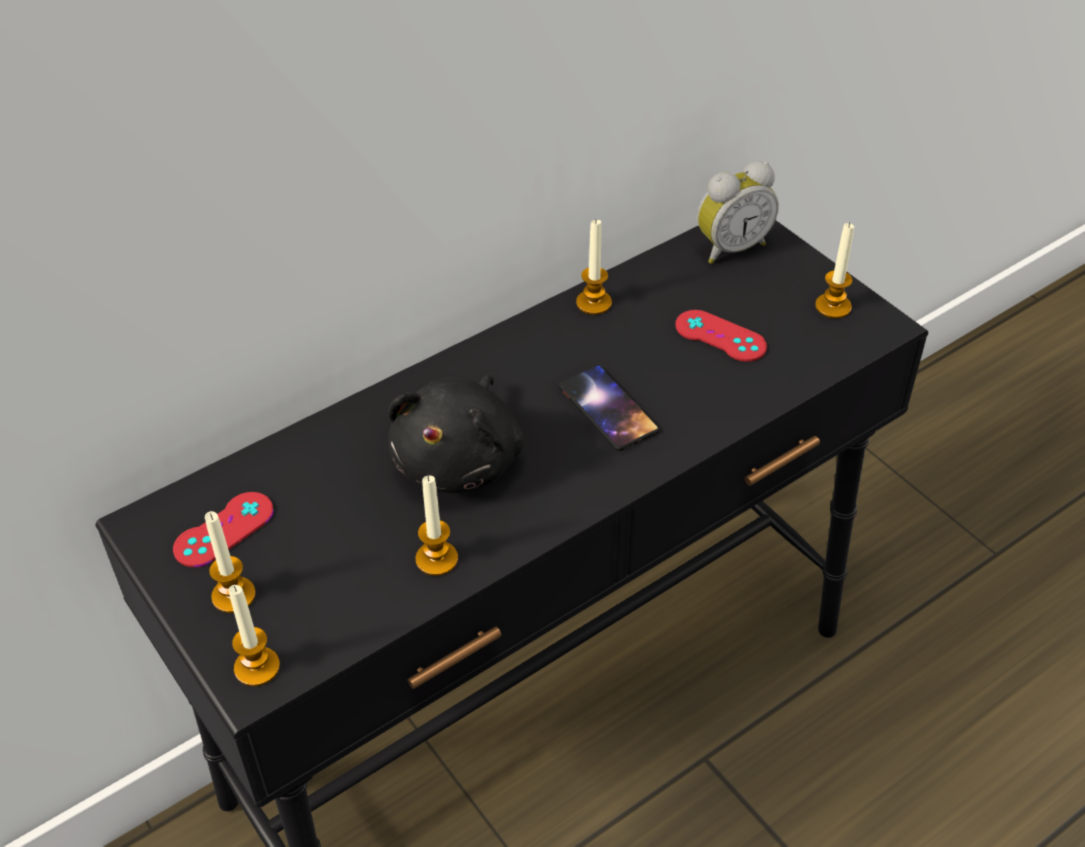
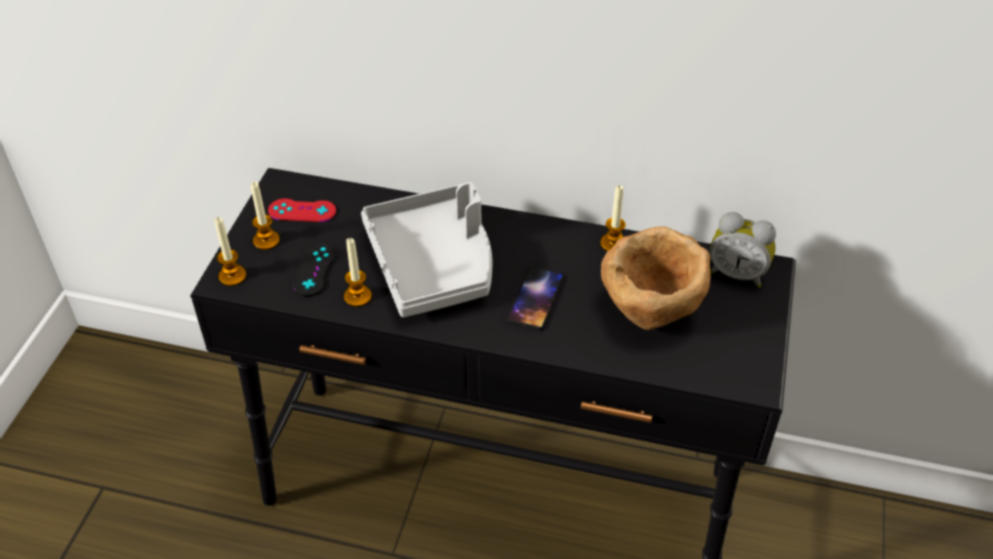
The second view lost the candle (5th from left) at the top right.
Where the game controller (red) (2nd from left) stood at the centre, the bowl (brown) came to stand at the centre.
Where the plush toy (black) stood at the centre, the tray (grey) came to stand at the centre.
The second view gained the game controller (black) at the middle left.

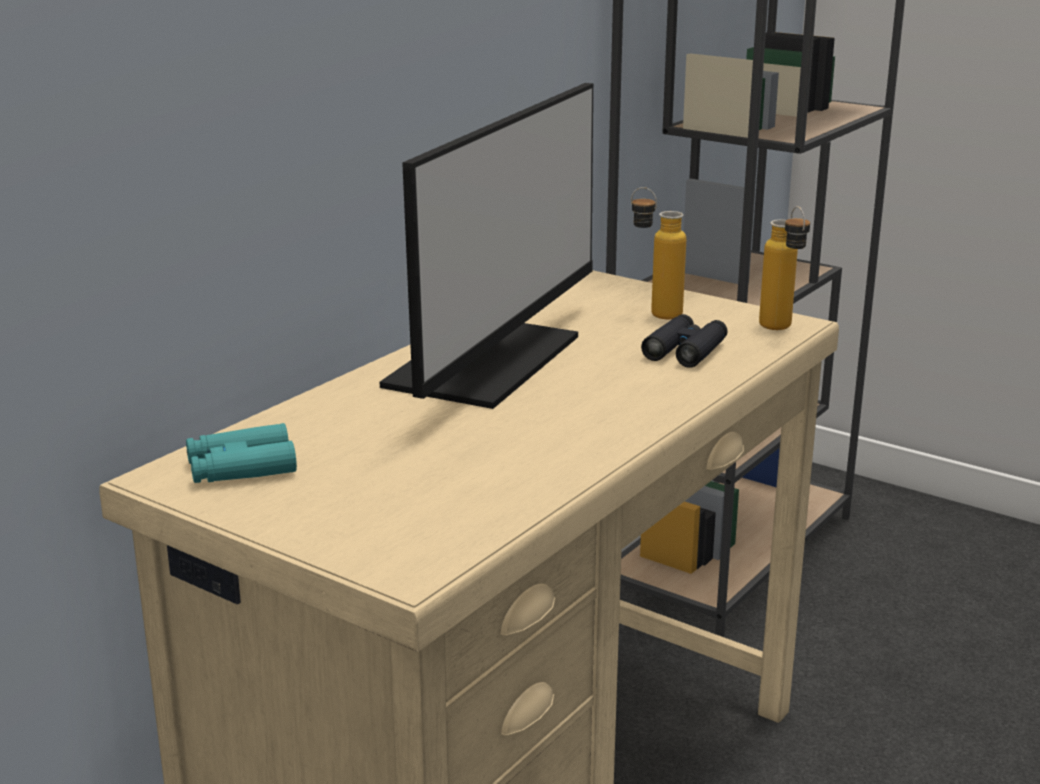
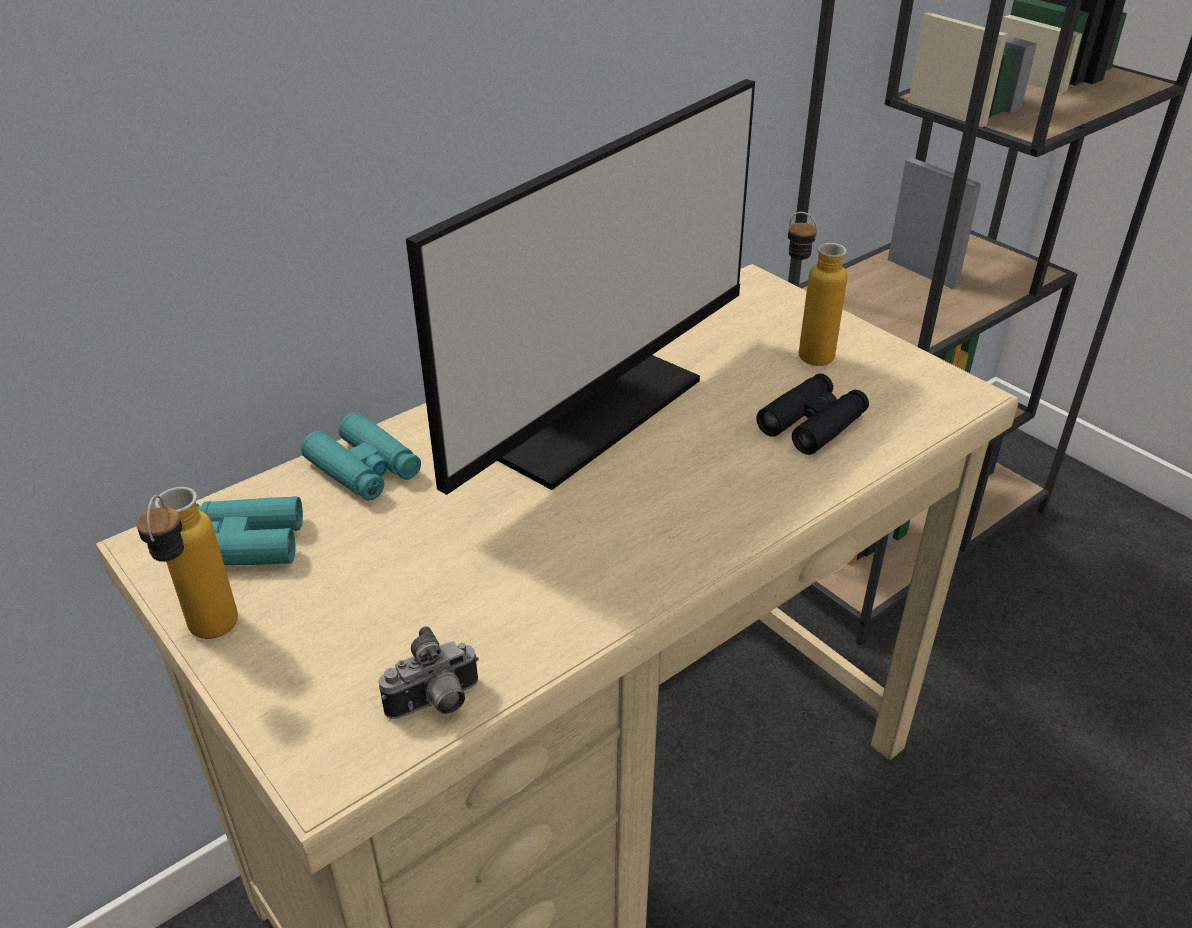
The bottle (2nd from left in the first image) ended up elsewhere, having gone from the middle right to the middle left.
The second view gained the binoculars (turquoise) (2nd from left) at the middle left.
The second view gained the photo camera at the bottom centre.

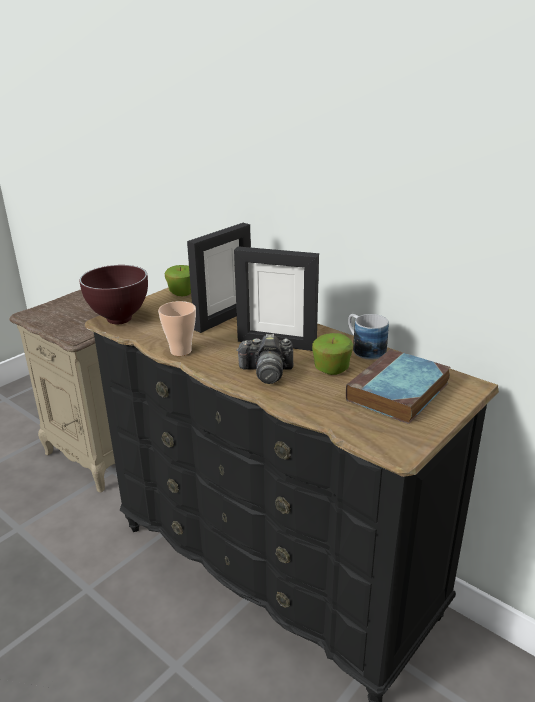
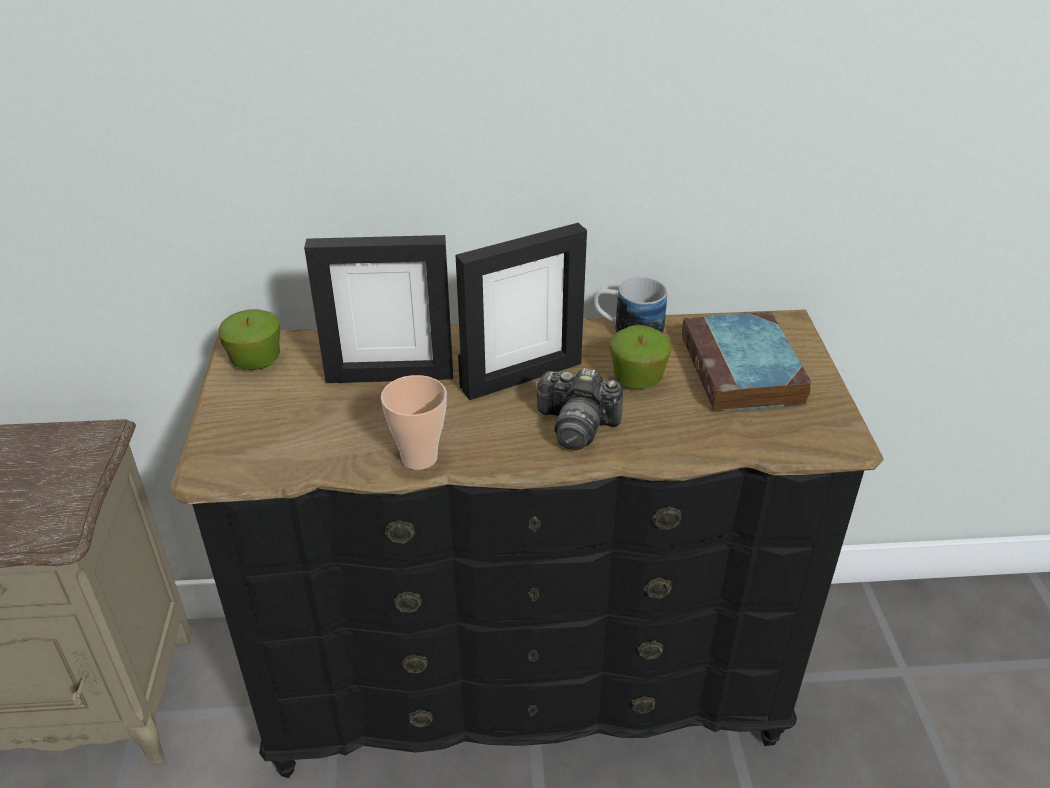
The picture frame (1st from left) at the centre ended up facing another way, 90 degrees clockwise from before.
The second view lost the bowl (brown) at the middle left.
The photo camera at the centre ended up facing another way, 60 degrees clockwise from before.

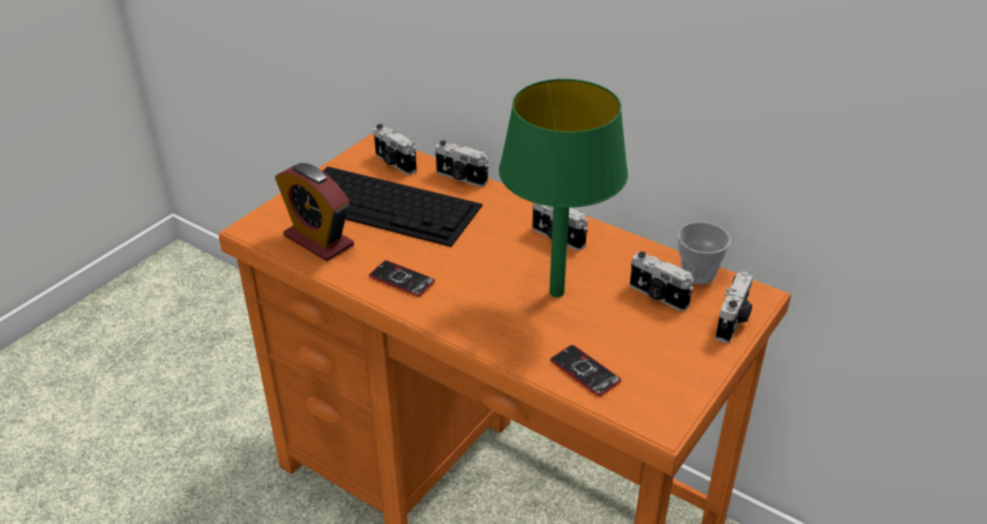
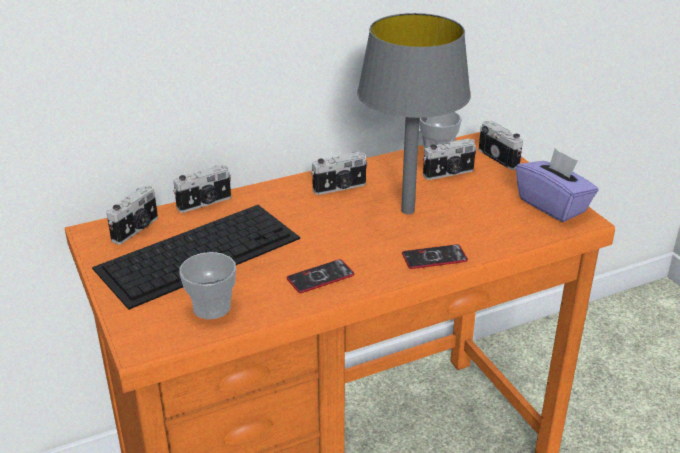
What was the table lamp (green) at the centre turned into the table lamp (grey) at the top centre.
The photo camera (1st from left) at the top centre ended up facing another way, 45 degrees counterclockwise from before.
Where the alarm clock stood at the middle left, the cup (1st from left) came to stand at the middle left.
The phone (2nd from left) ended up elsewhere, having gone from the bottom centre to the centre.
The second view gained the tissue box (purple) at the middle right.

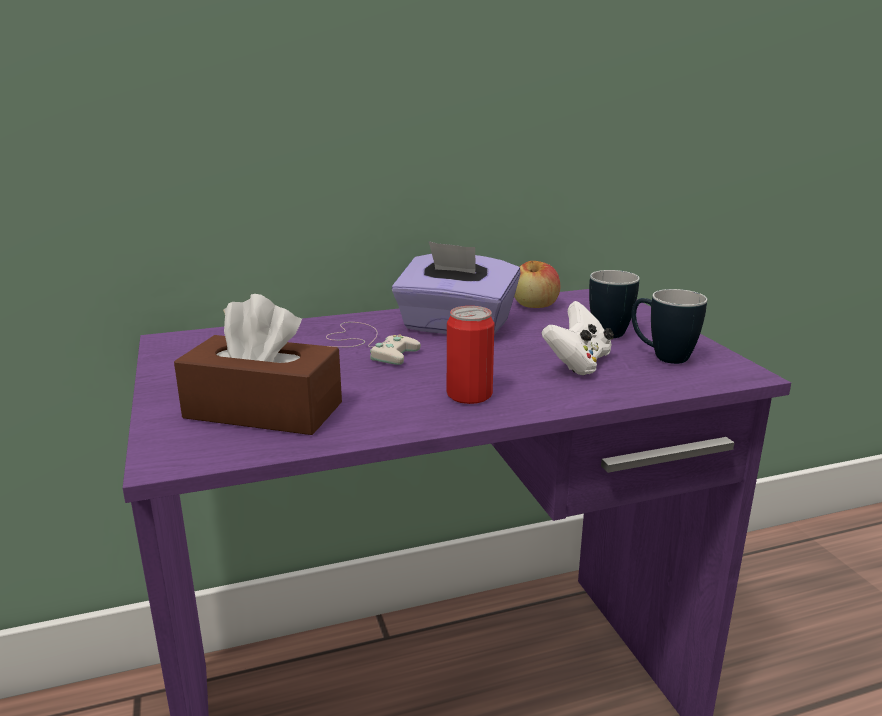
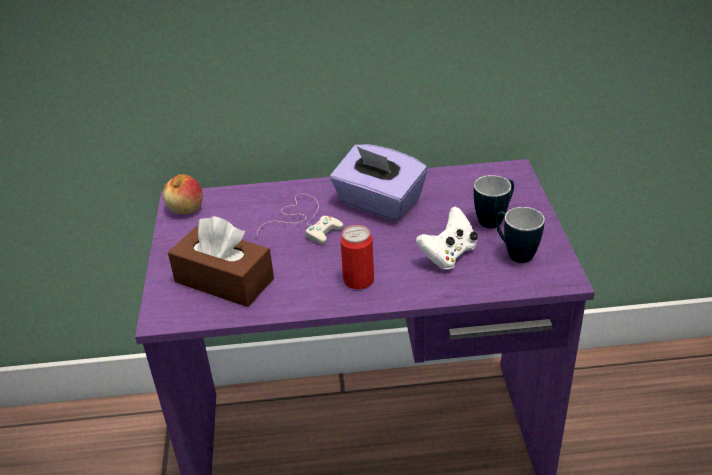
The apple ended up elsewhere, having gone from the centre to the middle left.

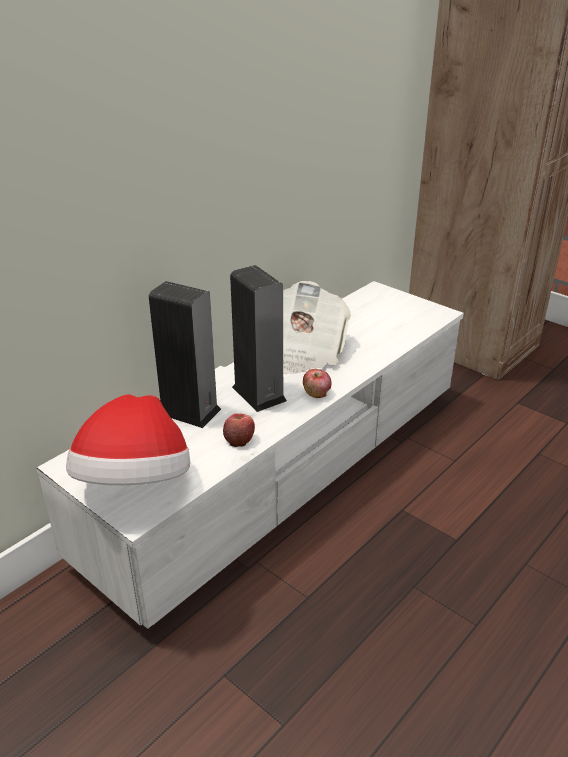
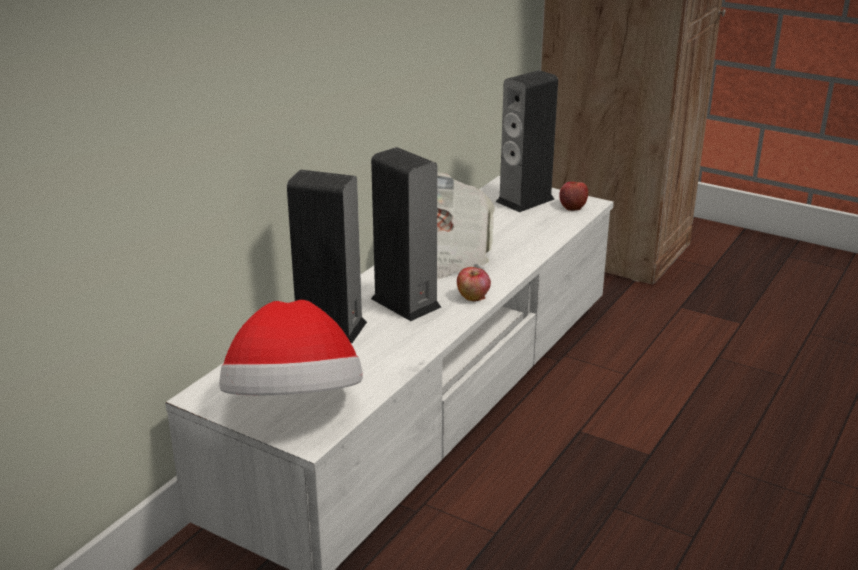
The apple (1st from left in the first image) ended up elsewhere, having gone from the centre to the middle right.
The second view gained the speaker (3rd from left) at the top centre.

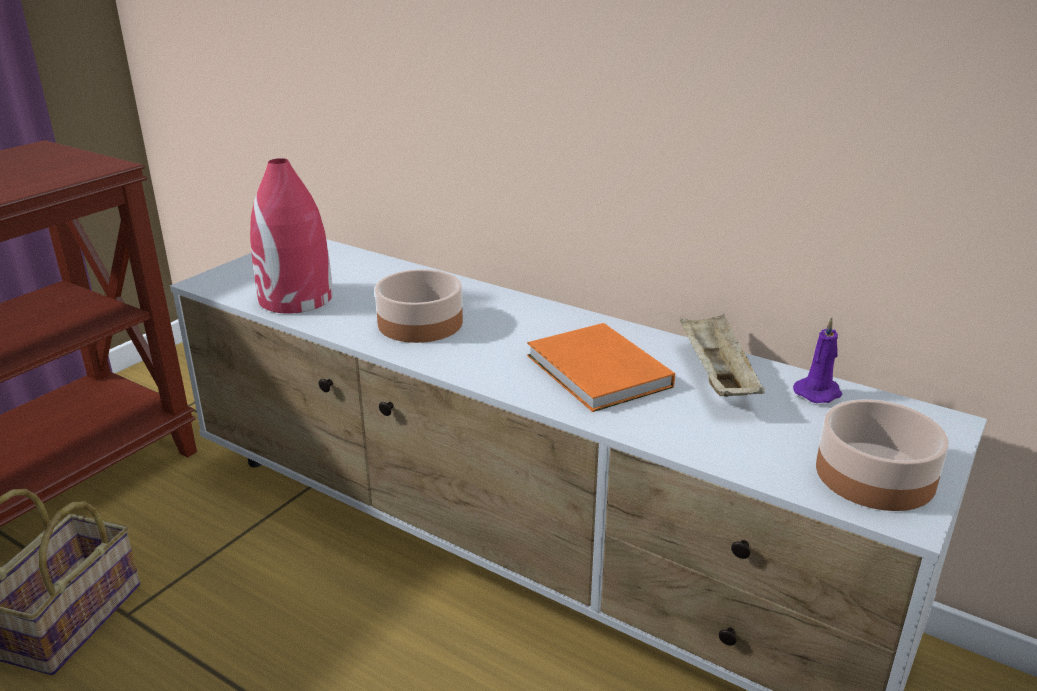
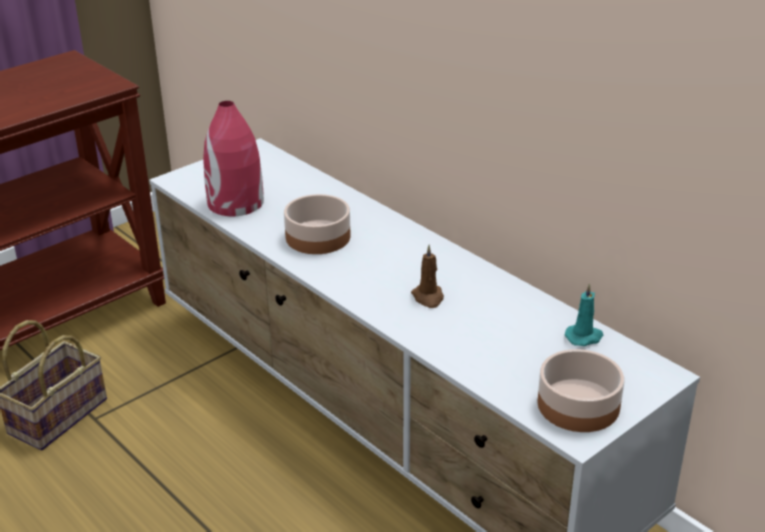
The second view lost the tray (beige) at the middle right.
What was the candle (purple) at the middle right turned into the candle (turquoise) at the middle right.
Where the book (orange) stood at the centre, the candle (brown) came to stand at the centre.

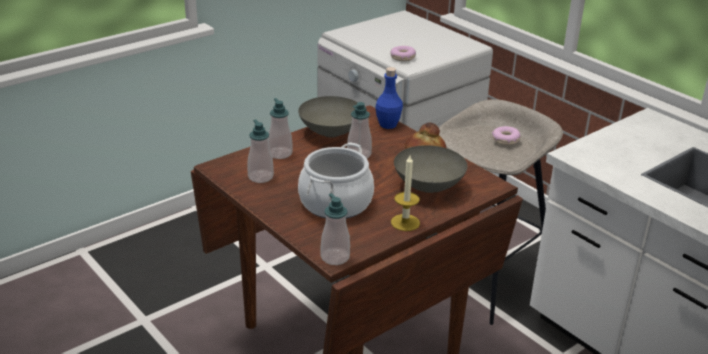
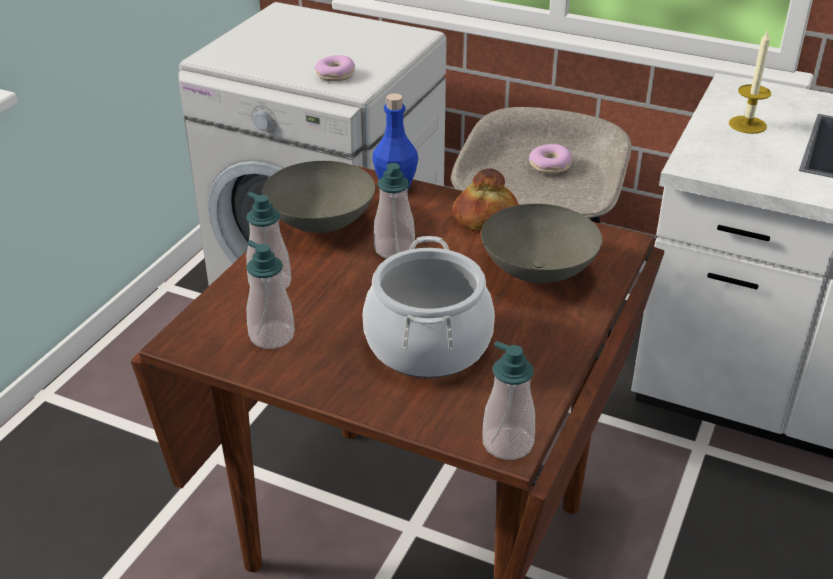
The candle ended up elsewhere, having gone from the centre to the top right.

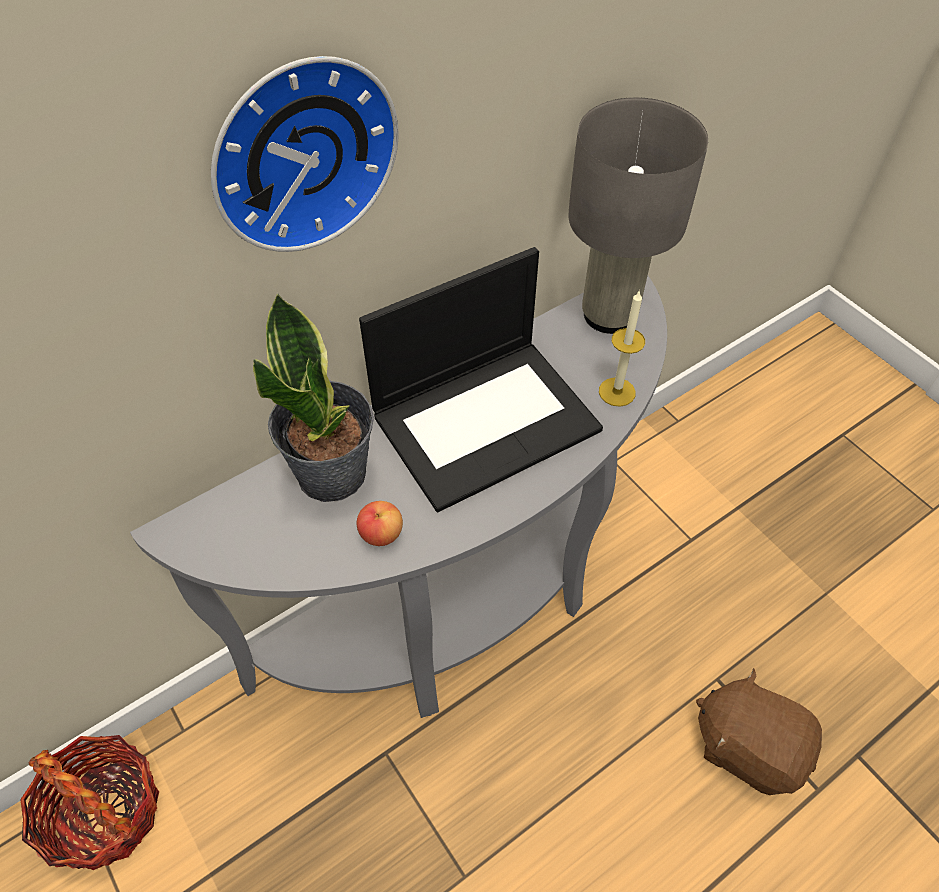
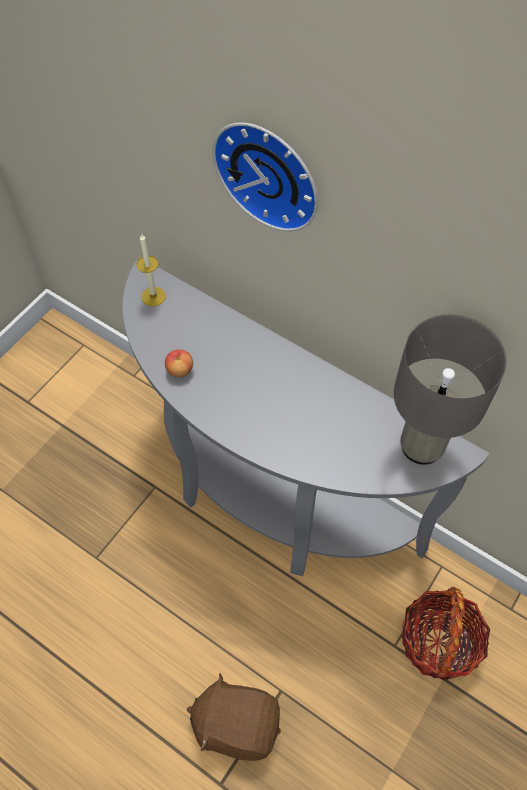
The second view lost the laptop at the centre.
The candle ended up elsewhere, having gone from the centre to the middle left.
The second view lost the potted plant at the centre.
The plush toy (brown) at the bottom right ended up facing another way, 90 degrees counterclockwise from before.
The basket ended up elsewhere, having gone from the bottom left to the bottom right.

